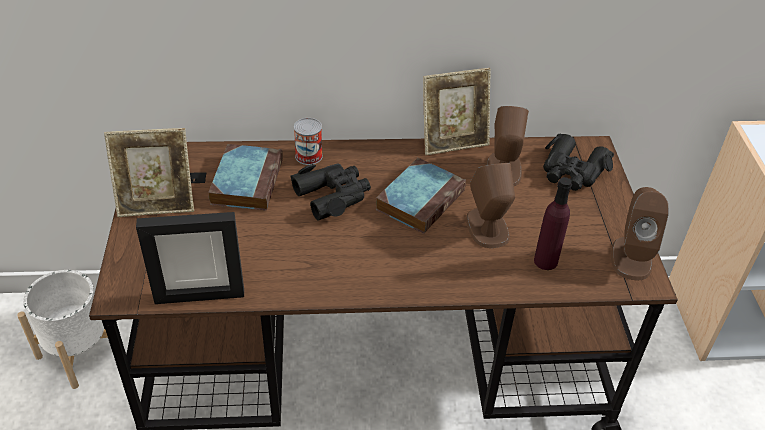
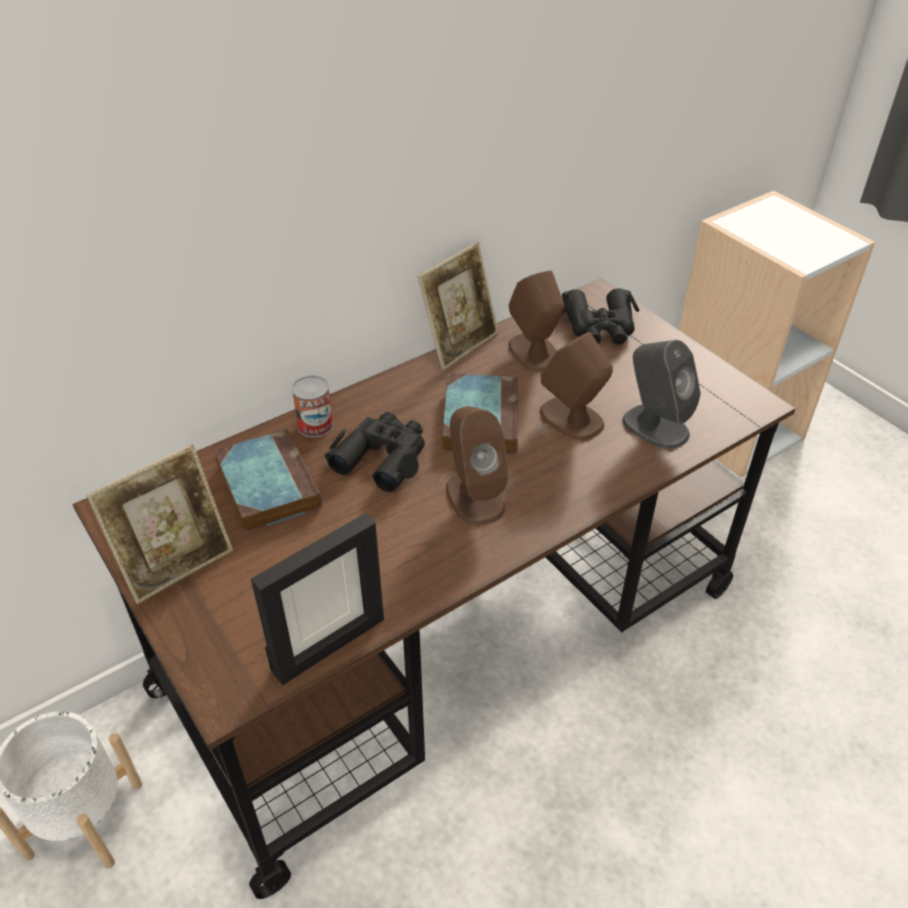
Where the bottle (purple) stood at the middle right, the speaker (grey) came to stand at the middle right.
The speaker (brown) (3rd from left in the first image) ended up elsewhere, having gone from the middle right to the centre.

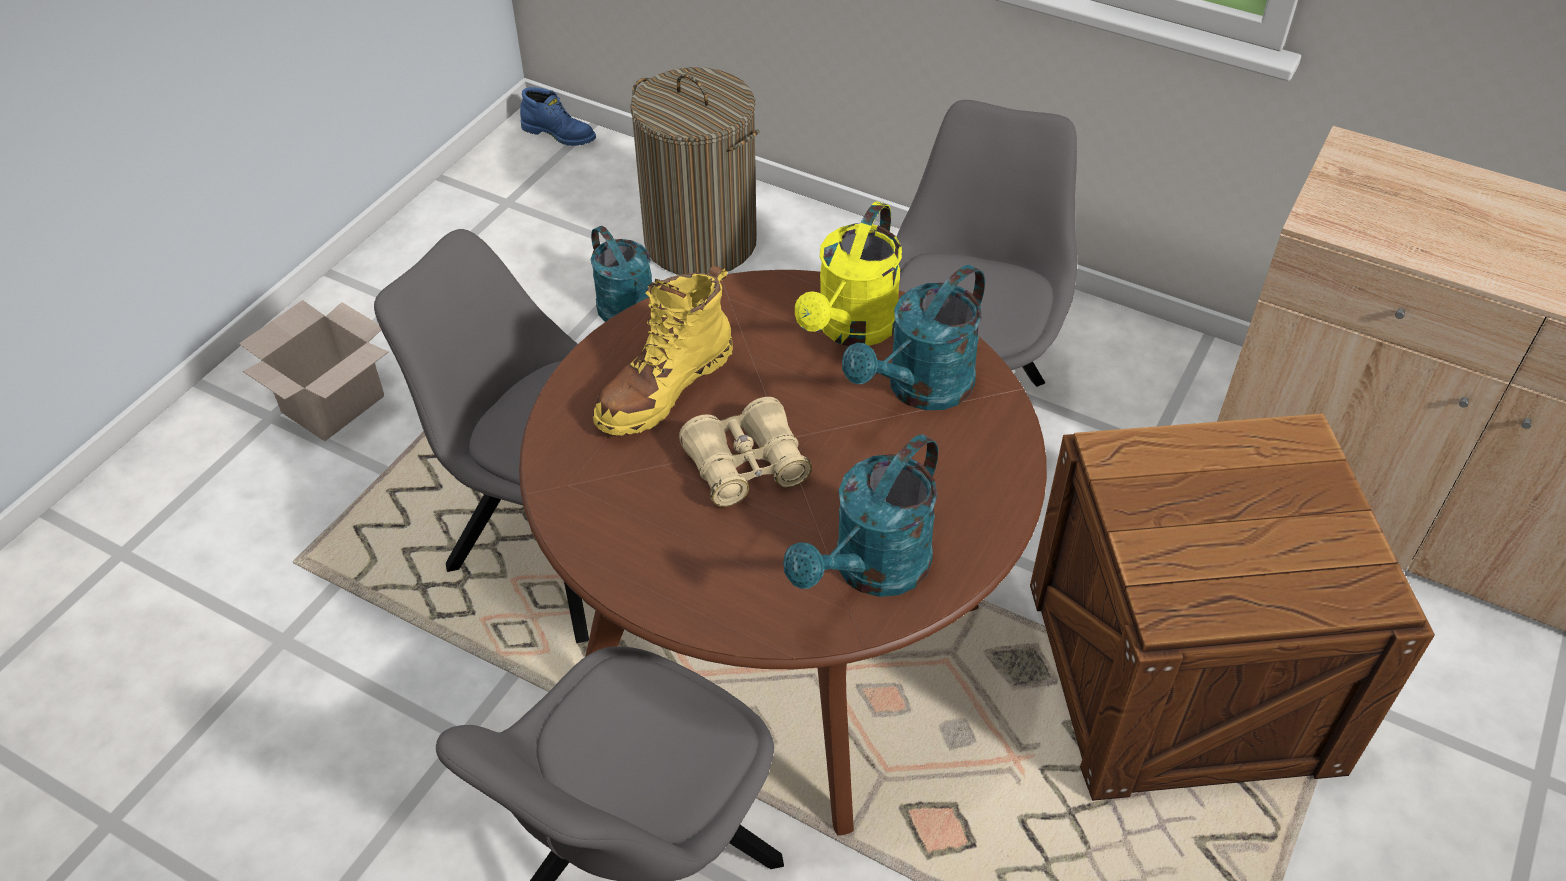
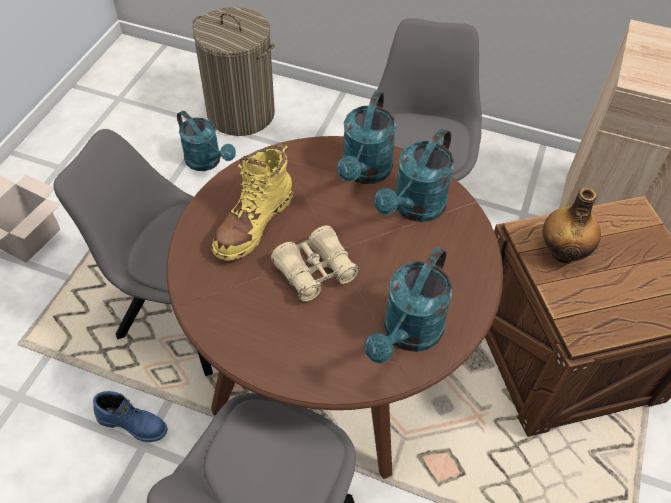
The boot (blue) ended up elsewhere, having gone from the top centre to the bottom left.
What was the watering can (yellow) at the top centre turned into the watering can (turquoise) (2nd from left) at the top centre.
The second view gained the bottle at the middle right.

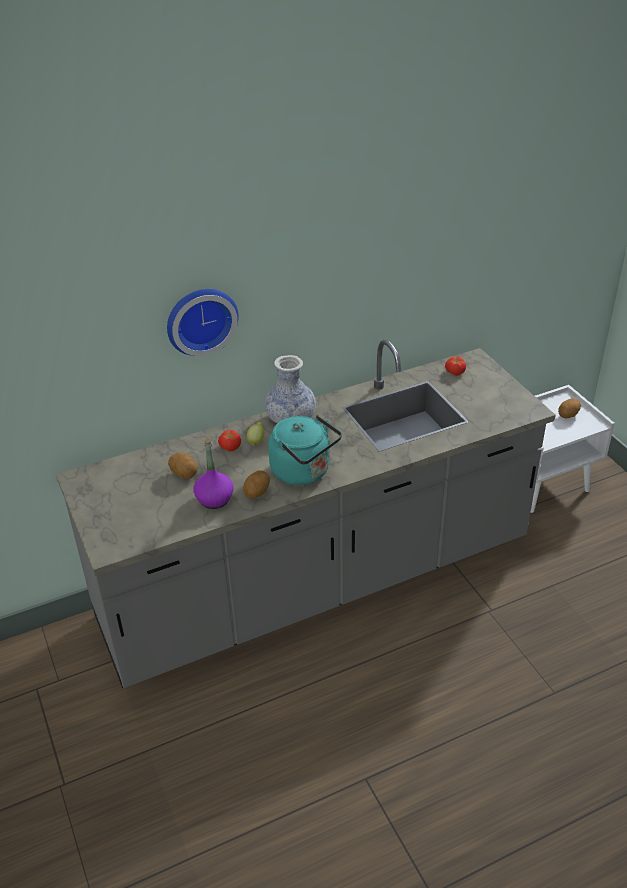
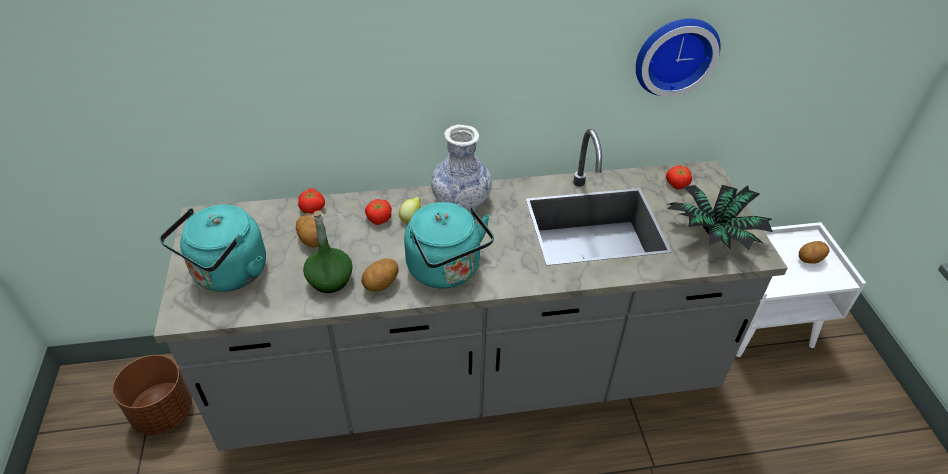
The wall clock ended up elsewhere, having gone from the middle left to the top right.
What was the bottle (purple) at the centre turned into the bottle (green) at the centre.
The second view gained the potted plant at the middle right.
The second view gained the tomato (1st from left) at the middle left.
The second view gained the kettle (turquoise) (1st from left) at the middle left.
The second view gained the planter (brown) at the bottom left.

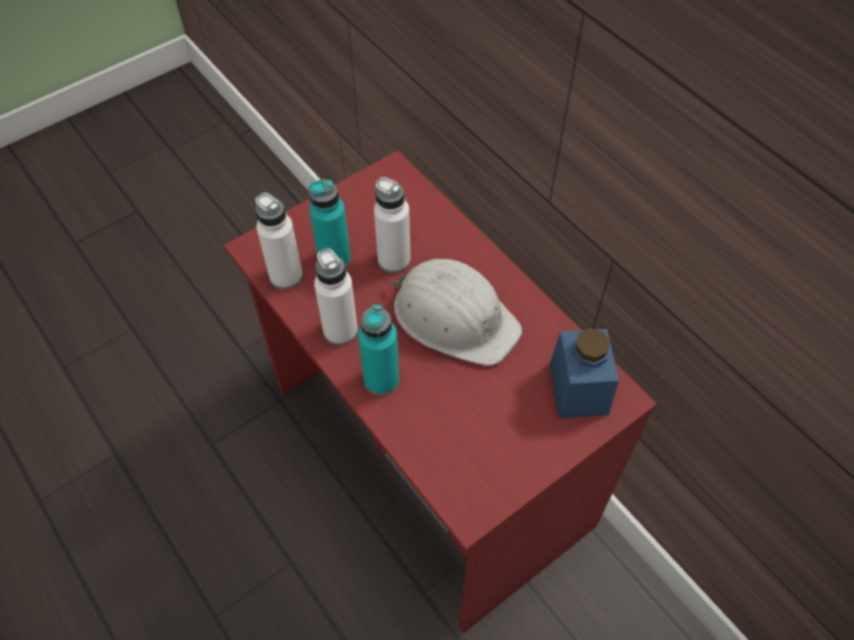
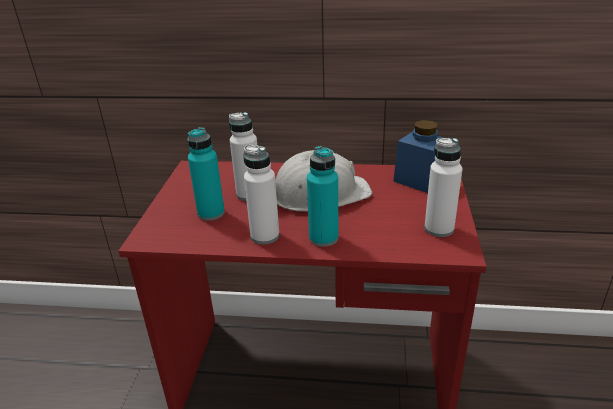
The bottle (white) (1st from left in the first image) ended up elsewhere, having gone from the middle left to the middle right.

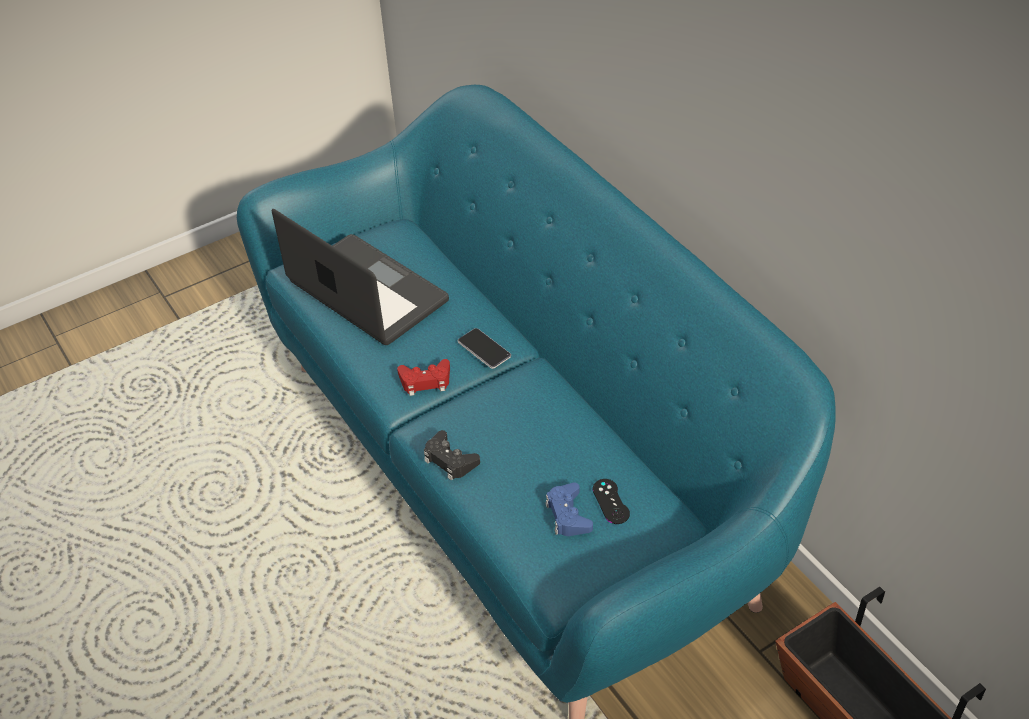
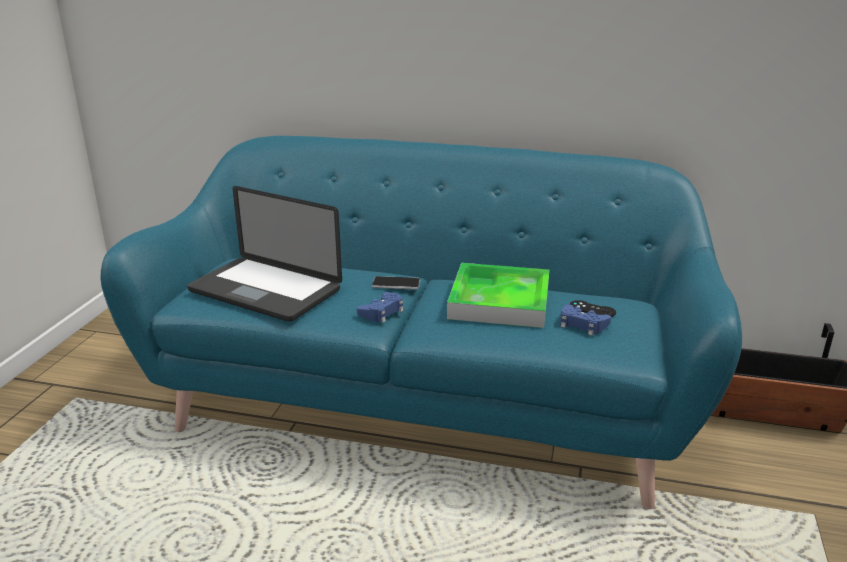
The laptop at the centre ended up facing another way, 150 degrees counterclockwise from before.
What was the game controller (red) at the centre turned into the game controller (blue) (1st from left) at the centre.
The second view lost the game controller (black) (1st from left) at the centre.
The second view gained the tray at the centre.

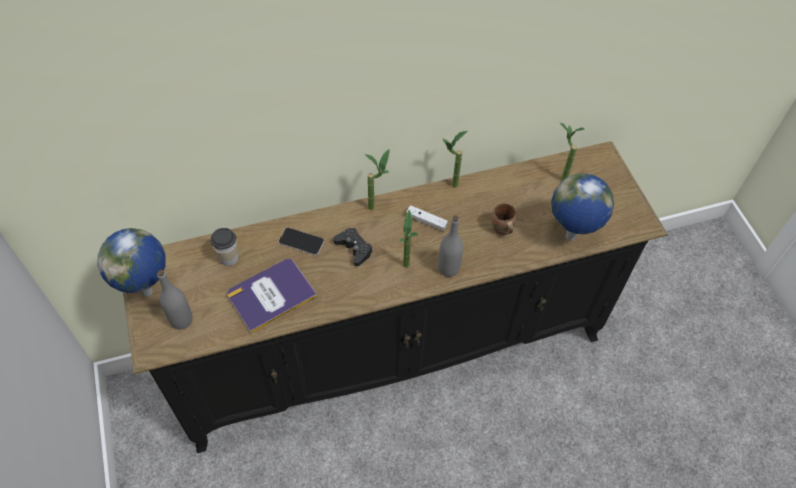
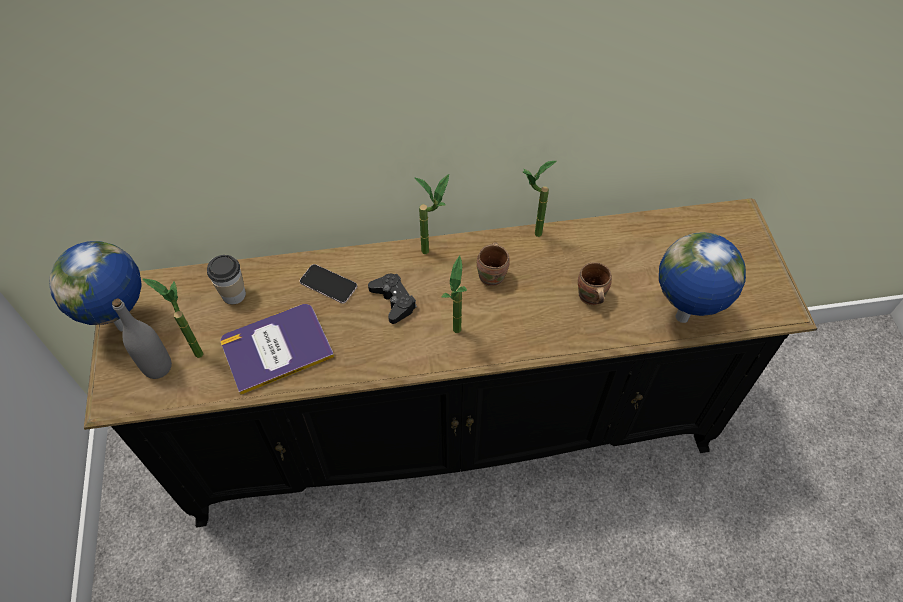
The potted plant (4th from left in the first image) ended up elsewhere, having gone from the top right to the middle left.
Where the game controller (white) stood at the centre, the mug (brown) (1st from left) came to stand at the centre.
The second view lost the bottle (grey) (2nd from left) at the centre.

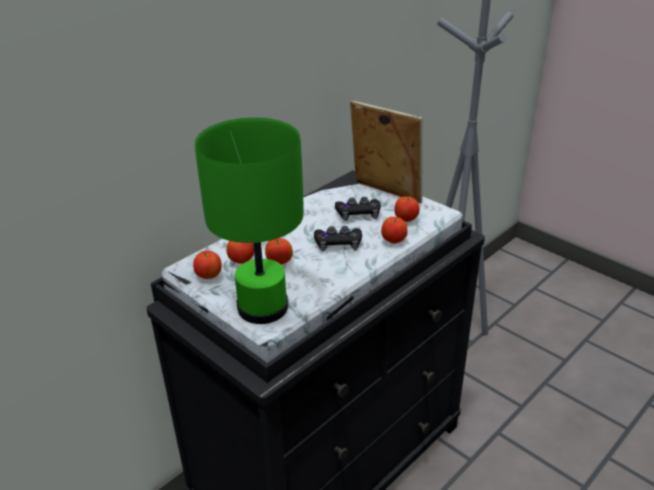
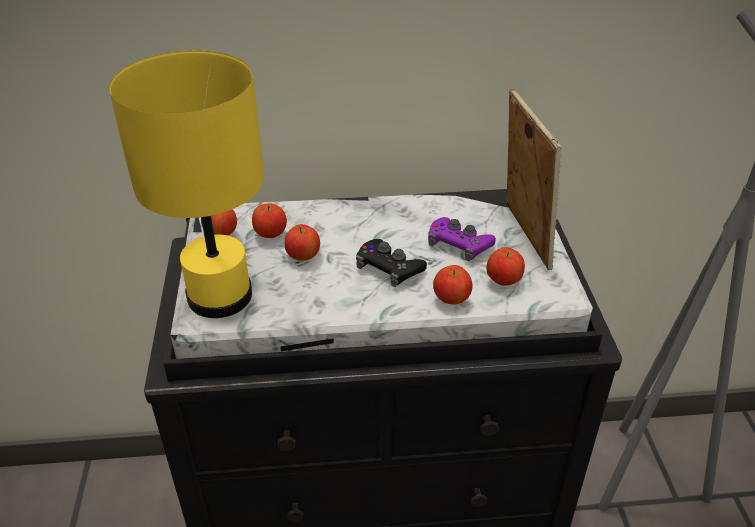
What was the table lamp (green) at the centre turned into the table lamp (yellow) at the middle left.
What was the game controller (black) (2nd from left) at the centre turned into the game controller (purple) at the centre.

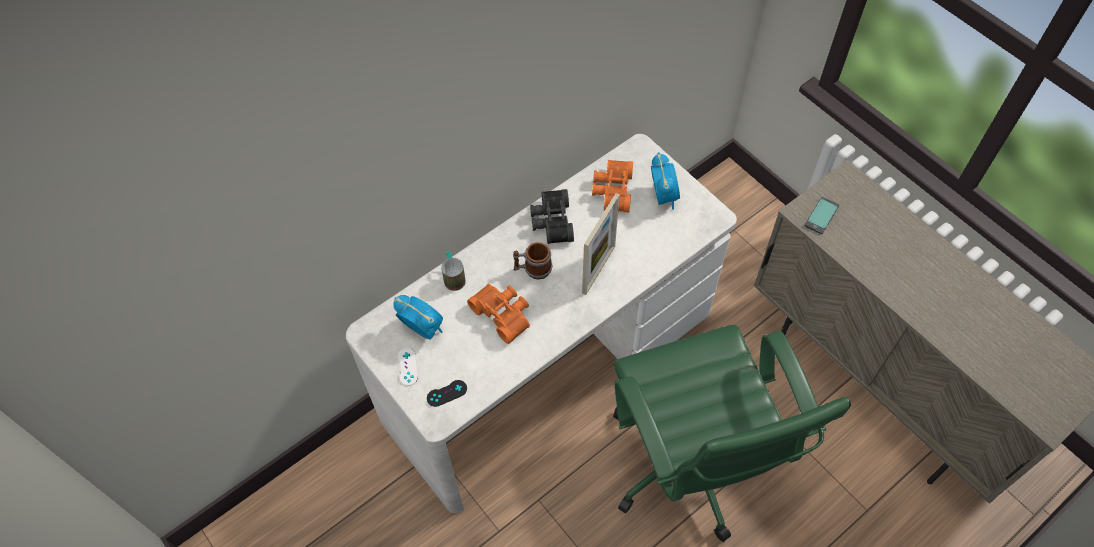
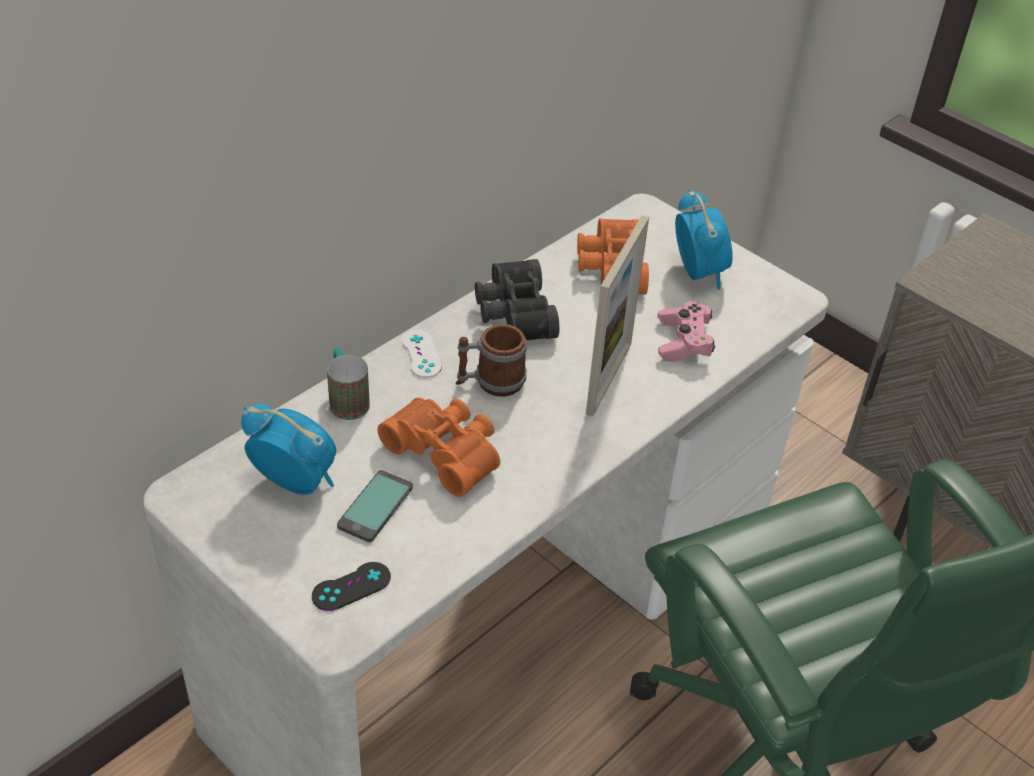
The phone ended up elsewhere, having gone from the middle right to the centre.
The game controller (white) ended up elsewhere, having gone from the bottom centre to the centre.
The second view gained the game controller (pink) at the centre.

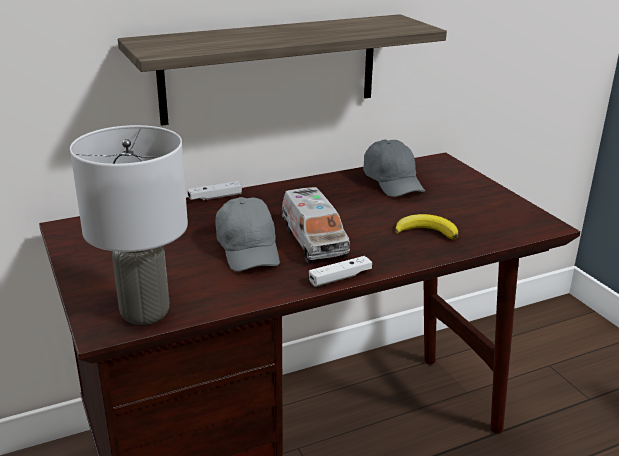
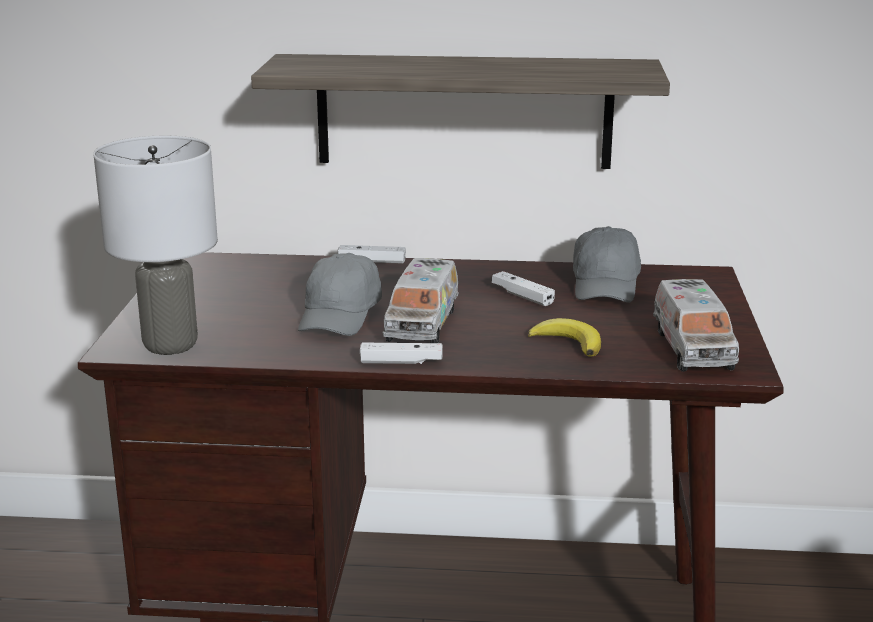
The second view gained the game controller (white) (3rd from left) at the centre.
The second view gained the toy truck (2nd from left) at the middle right.

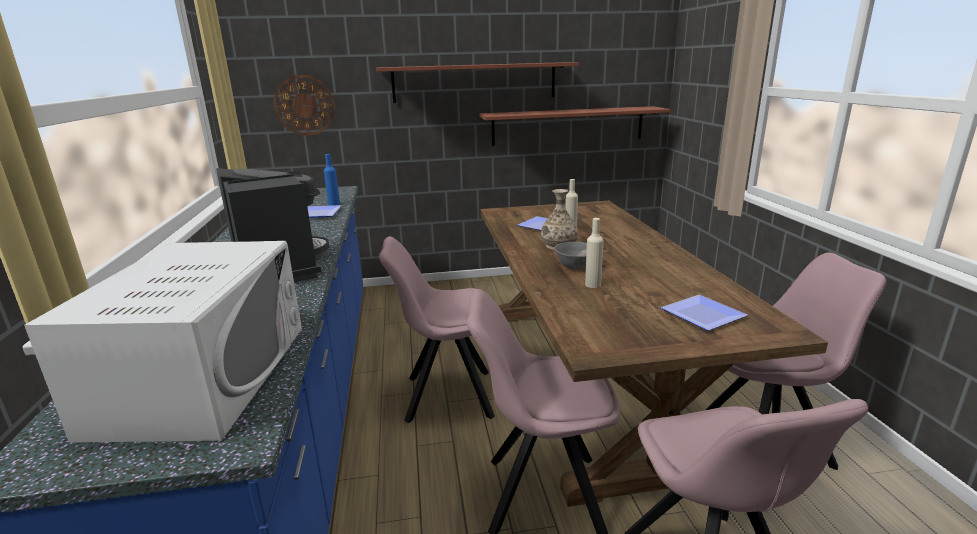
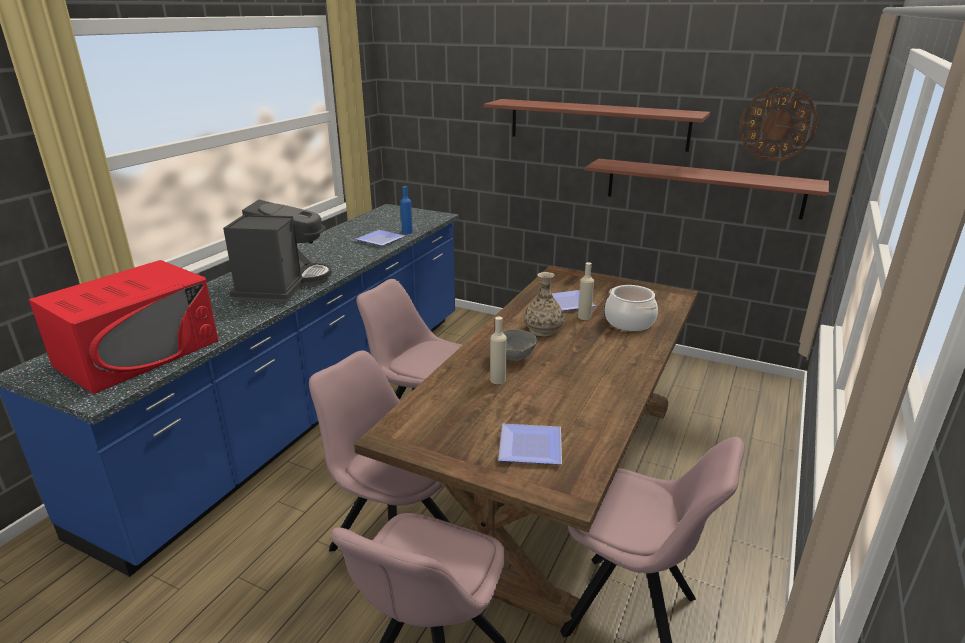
The wall clock ended up elsewhere, having gone from the top left to the top right.
What was the microwave (white) at the middle left turned into the microwave (red) at the middle left.
The second view gained the cooking pot at the centre.

